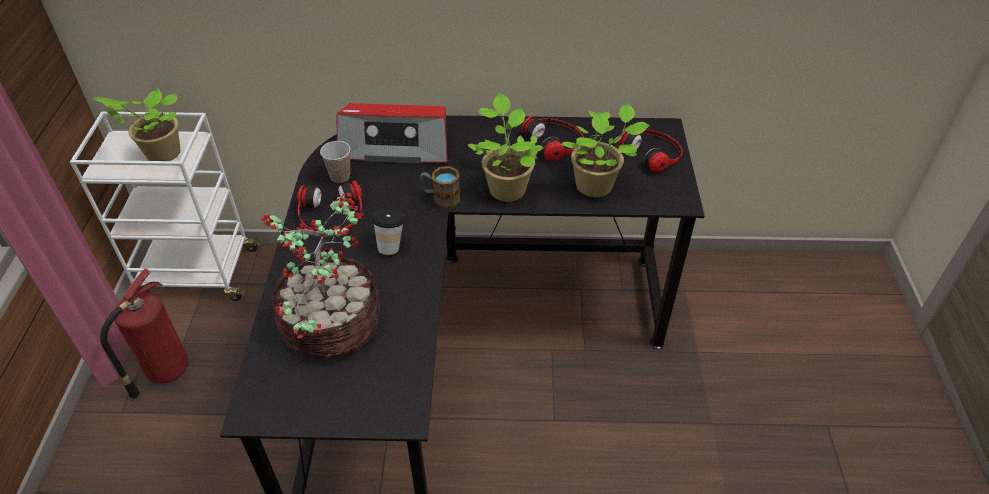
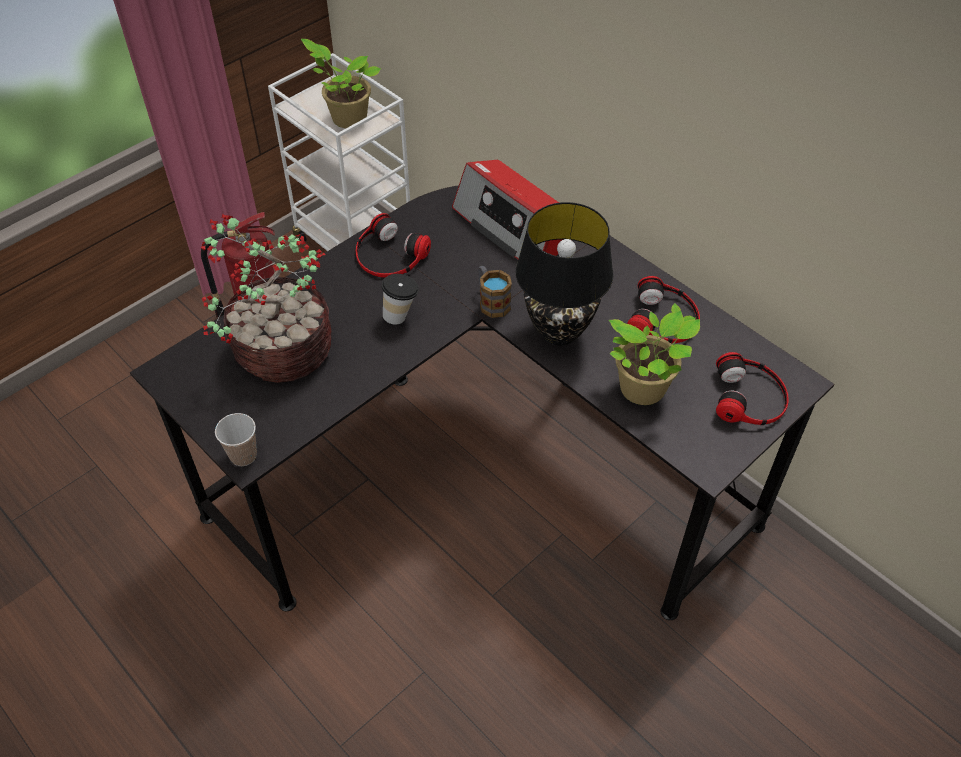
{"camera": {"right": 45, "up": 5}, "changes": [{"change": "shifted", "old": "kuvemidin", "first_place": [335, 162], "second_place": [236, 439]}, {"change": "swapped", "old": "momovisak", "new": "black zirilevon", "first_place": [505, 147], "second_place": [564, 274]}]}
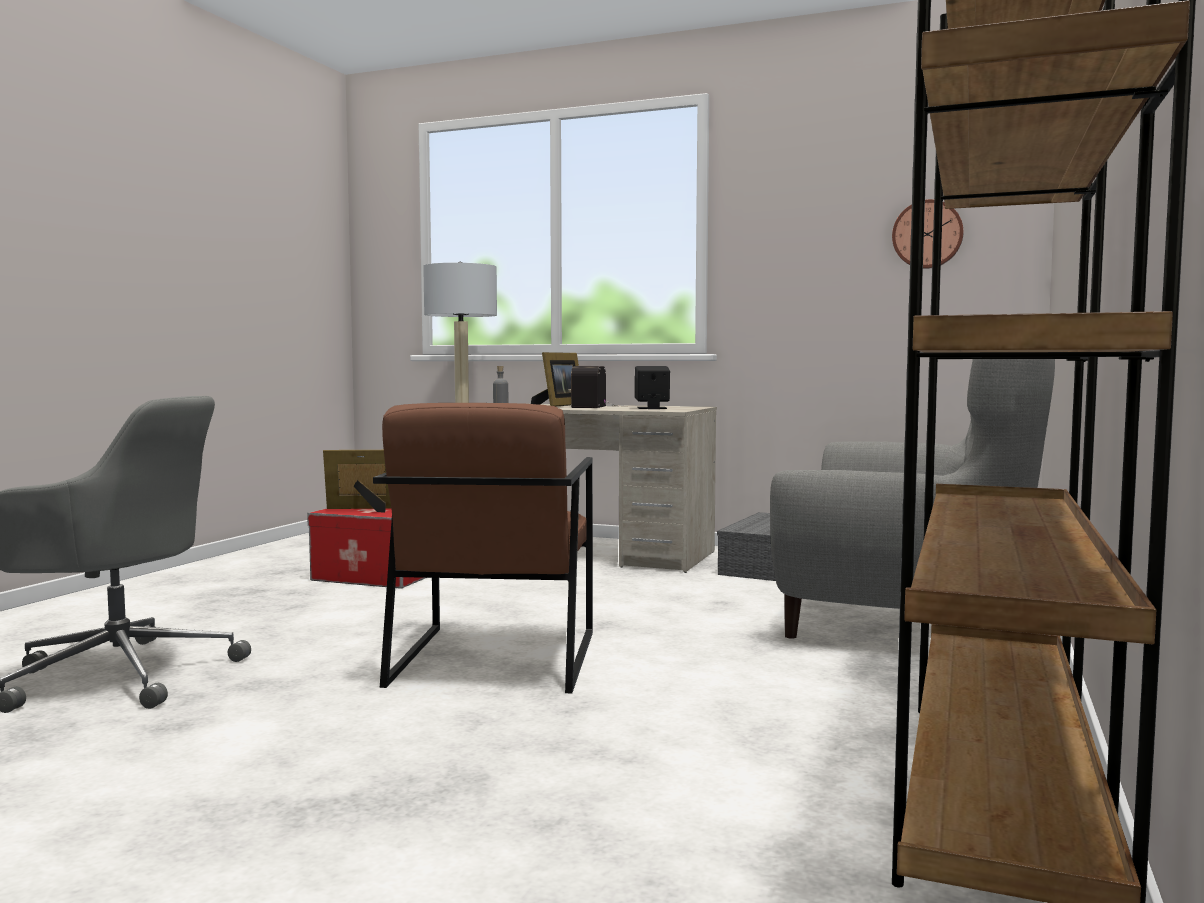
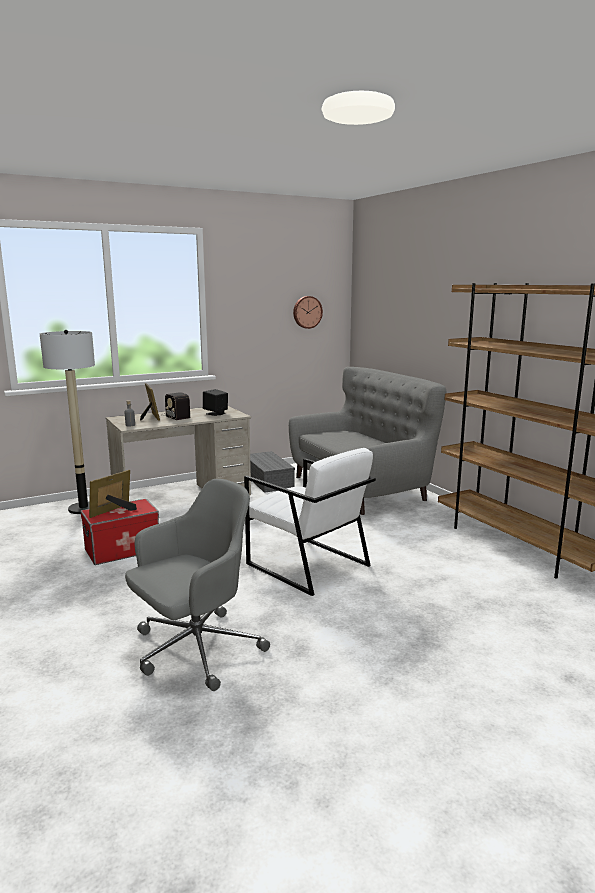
{"camera": {"right": -50, "up": 10}, "changes": [{"change": "repainted", "old": "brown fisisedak", "new": "white fisisedak", "first_place": [483, 548], "second_place": [310, 522]}]}
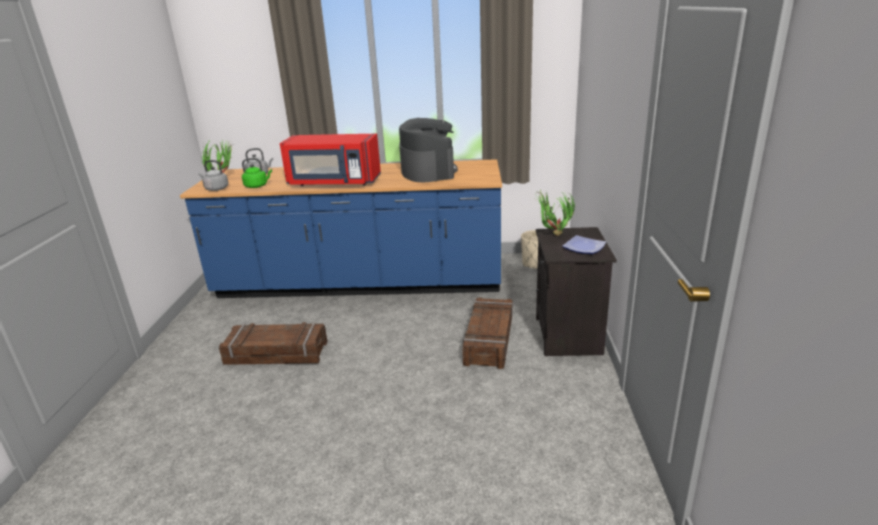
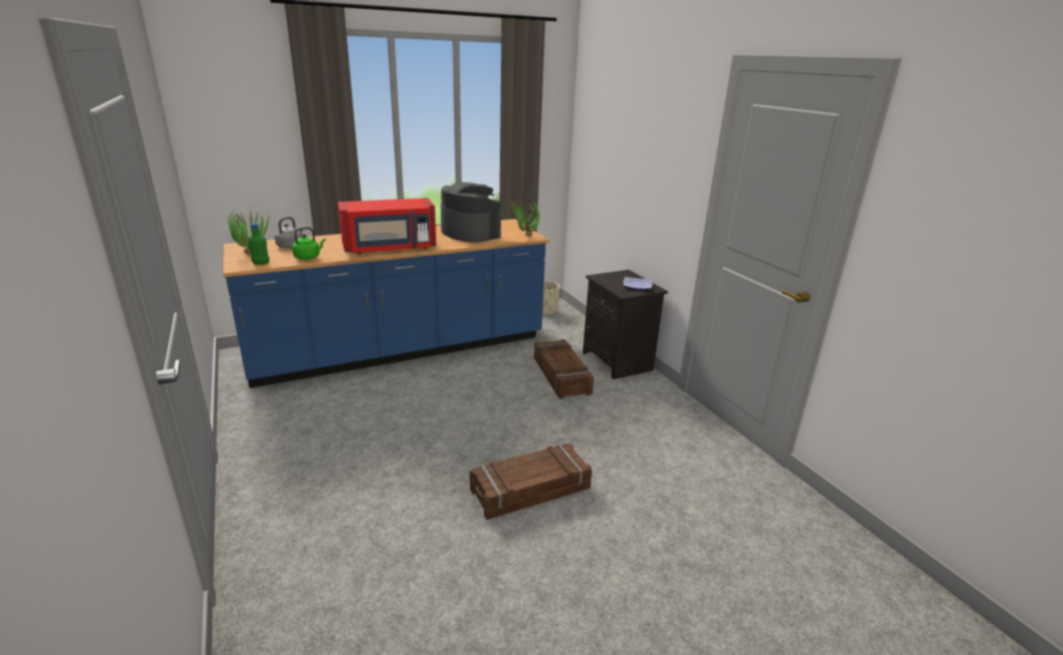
{"camera": {"right": -30, "up": 0}, "changes": [{"change": "shifted", "old": "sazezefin", "first_place": [273, 343], "second_place": [531, 481]}, {"change": "shifted", "old": "momovisak", "first_place": [555, 213], "second_place": [524, 218]}, {"change": "swapped", "old": "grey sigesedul", "new": "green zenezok", "first_place": [213, 175], "second_place": [258, 244]}]}
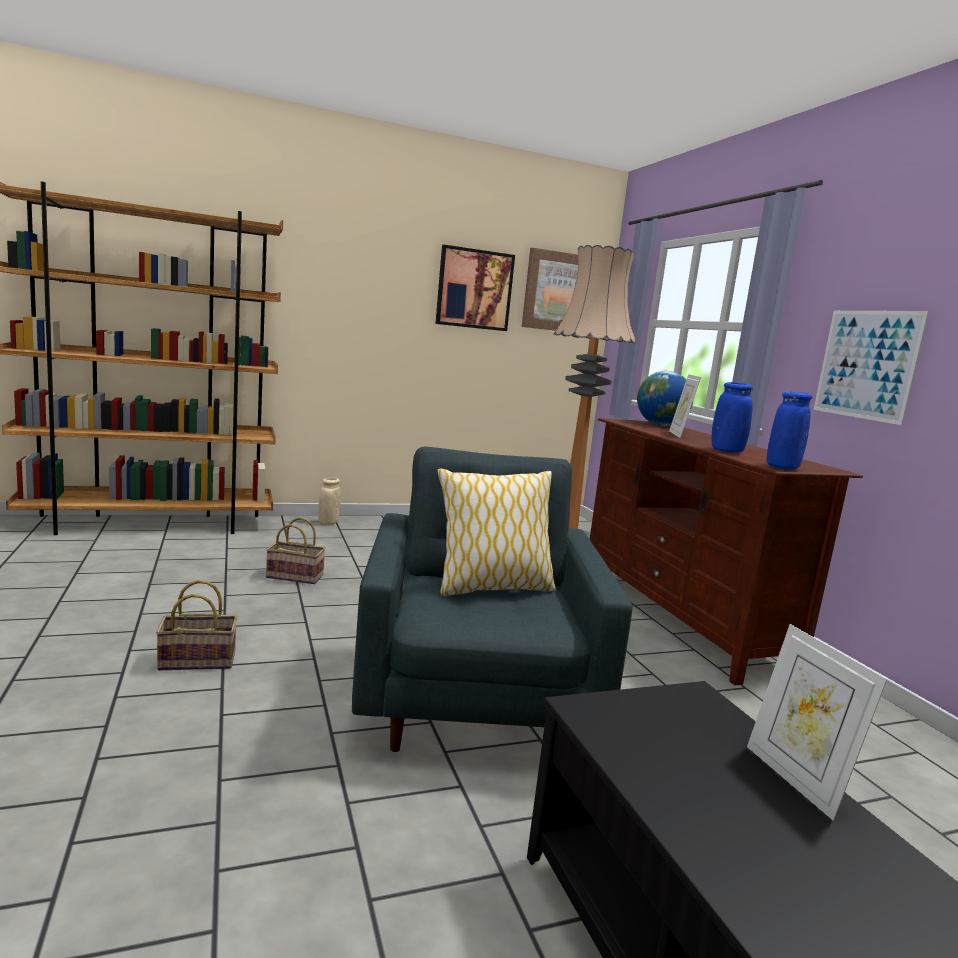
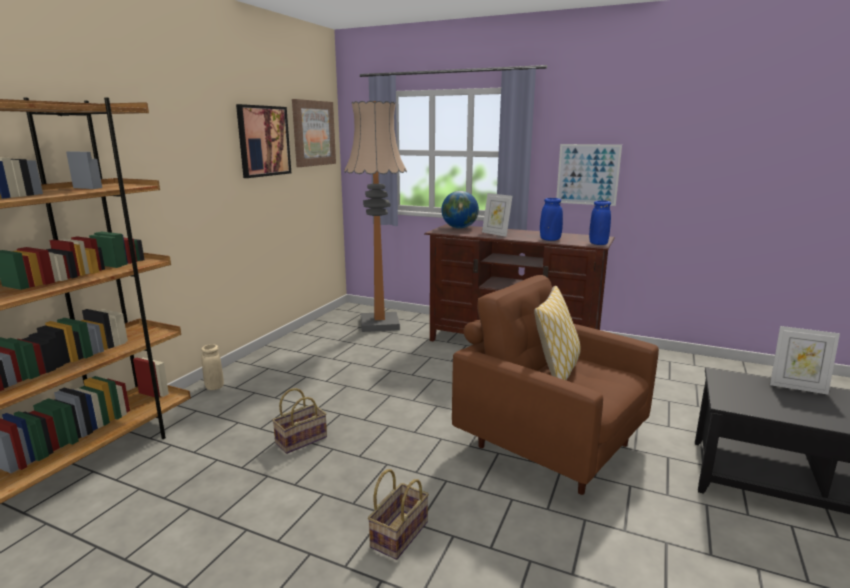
{"camera": {"right": -45, "up": 5}, "changes": [{"change": "repainted", "old": "grey fisisedak", "new": "brown fisisedak", "first_place": [492, 599], "second_place": [555, 385]}]}
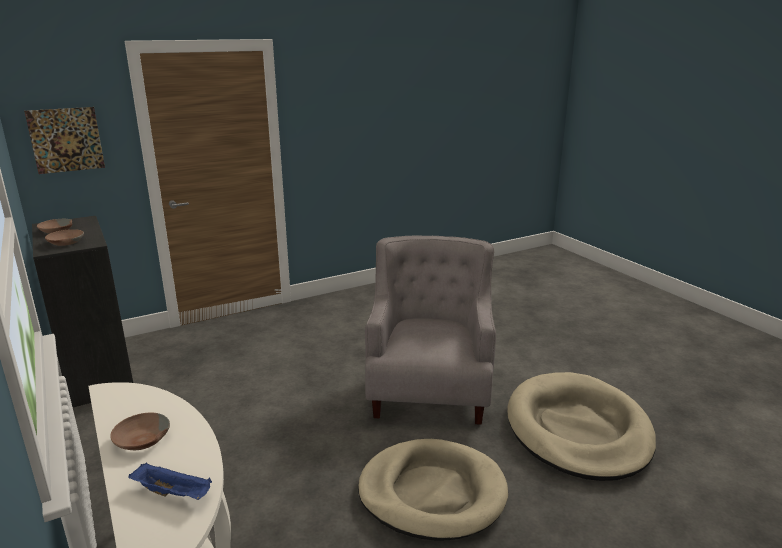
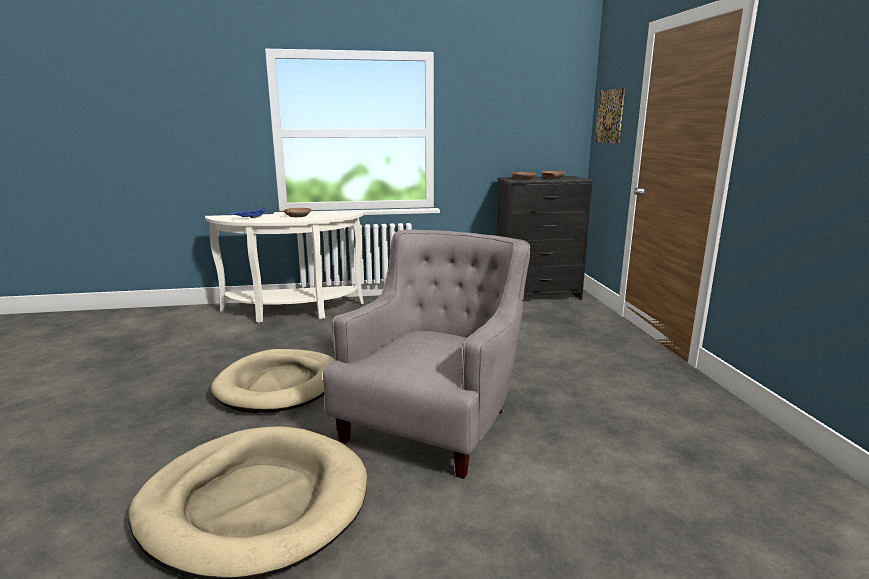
{"camera": {"right": 110, "up": -5}, "changes": [{"change": "rotated", "old": "grey fisisedak", "first_place": [430, 330], "second_place": [426, 354], "degrees": -90}]}
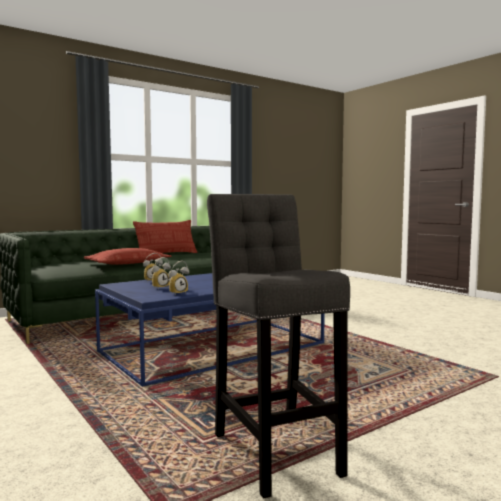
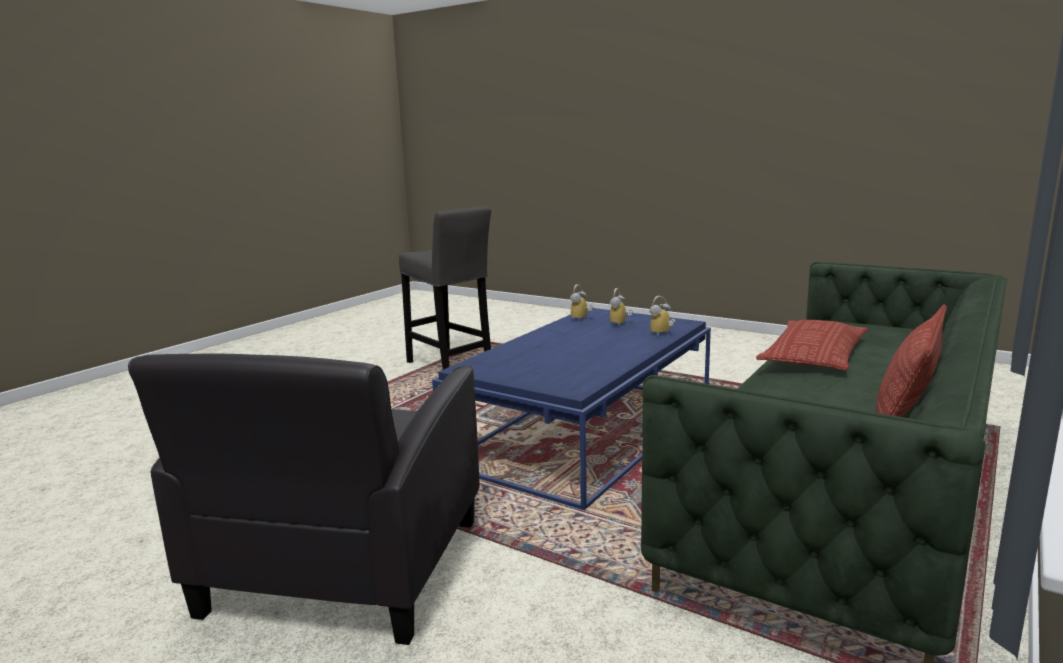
{"camera": {"right": 160, "up": 10}, "changes": [{"change": "new", "new": "black fisisedak", "second_place": [304, 499]}]}
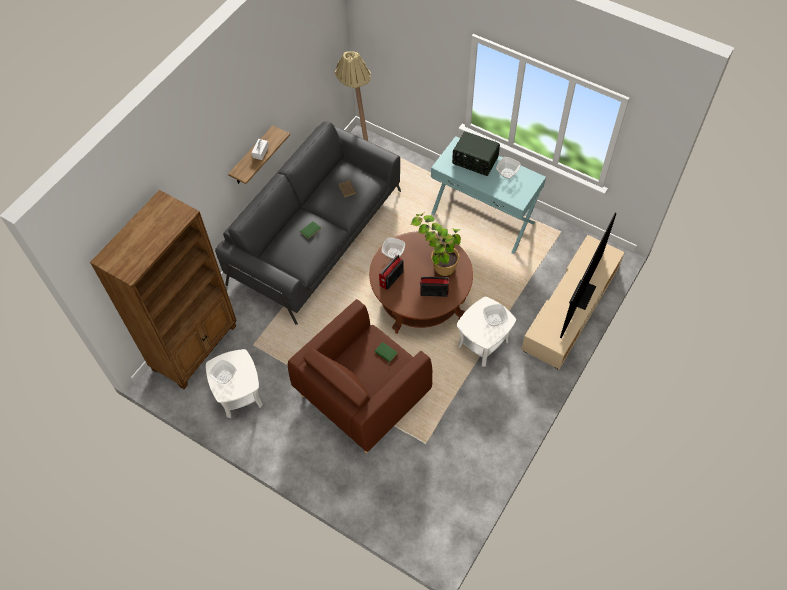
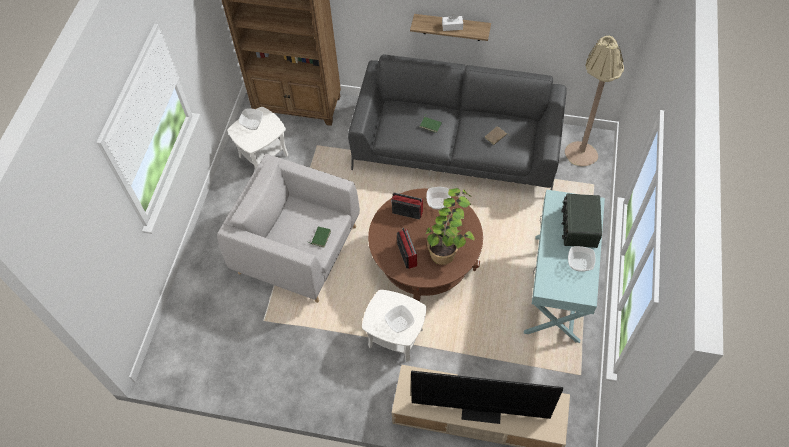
{"camera": {"right": 70, "up": 0}, "changes": [{"change": "repainted", "old": "brown fisisedak", "new": "grey fisisedak", "first_place": [360, 376], "second_place": [288, 228]}]}
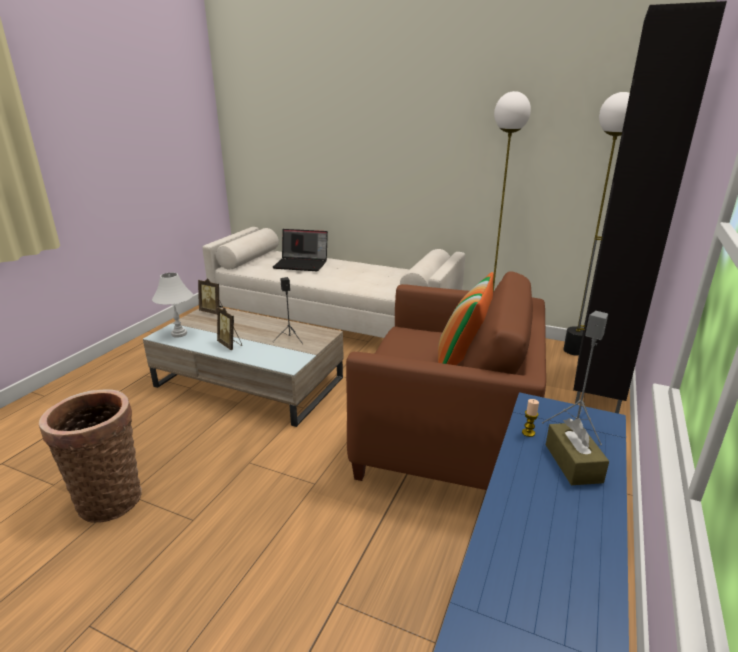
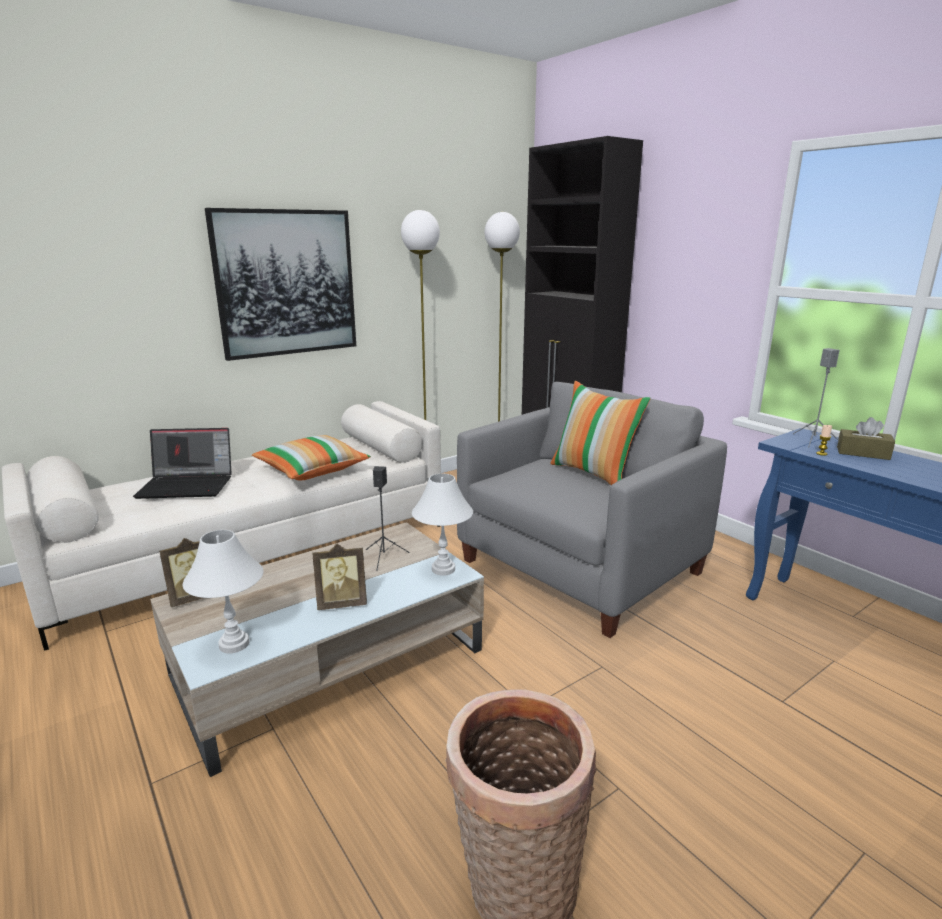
{"camera": {"right": -60, "up": -5}, "changes": [{"change": "new", "new": "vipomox", "second_place": [280, 284]}, {"change": "new", "new": "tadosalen", "second_place": [311, 457]}, {"change": "new", "new": "white zirilevon", "second_place": [442, 525]}, {"change": "repainted", "old": "brown fisisedak", "new": "grey fisisedak", "first_place": [446, 381], "second_place": [592, 510]}, {"change": "rotated", "old": "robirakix", "first_place": [300, 250], "second_place": [182, 463], "degrees": 45}]}
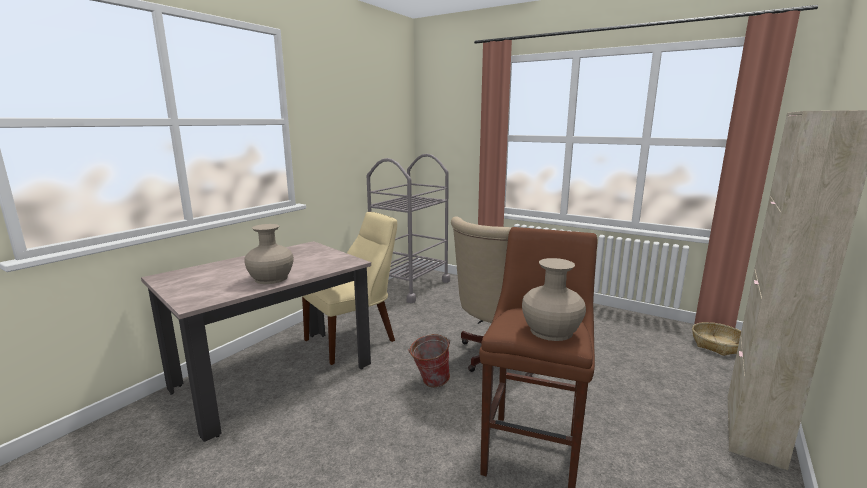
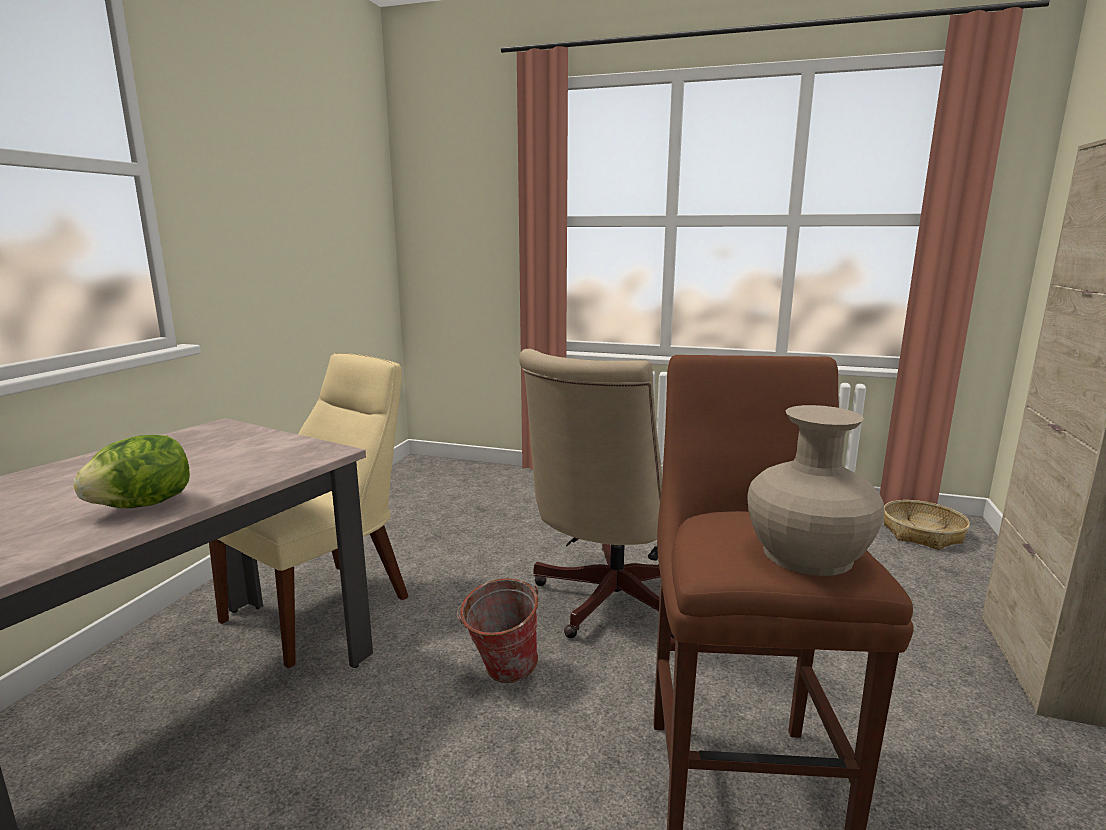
{"camera": {"right": -15, "up": 0}, "changes": [{"change": "gone", "old": "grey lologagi", "first_place": [408, 228]}, {"change": "swapped", "old": "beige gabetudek", "new": "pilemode", "first_place": [269, 254], "second_place": [131, 471]}]}
